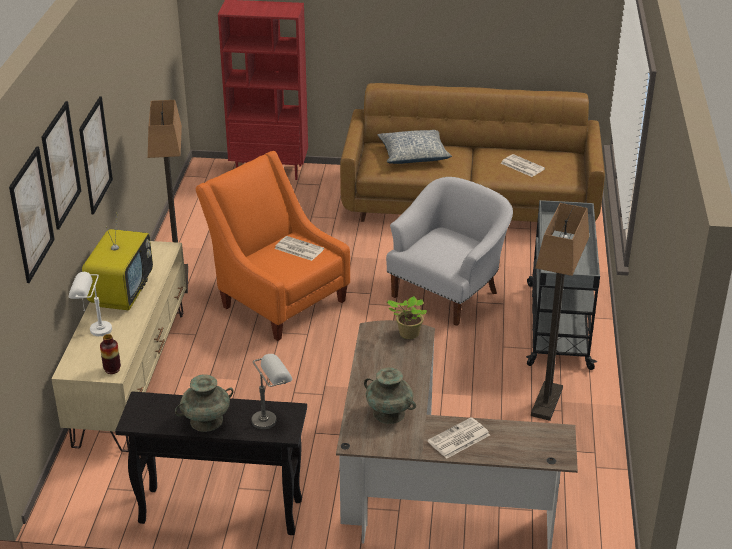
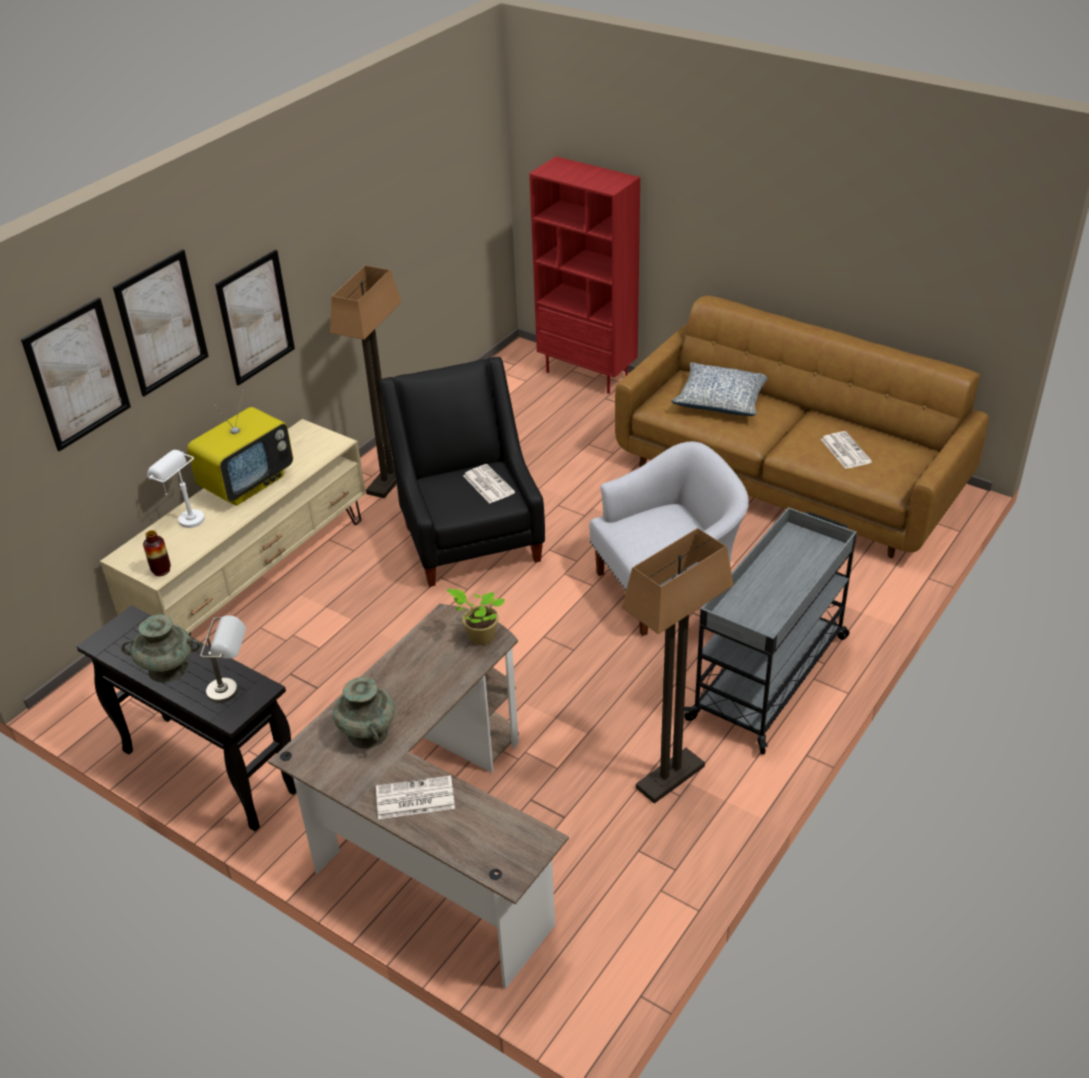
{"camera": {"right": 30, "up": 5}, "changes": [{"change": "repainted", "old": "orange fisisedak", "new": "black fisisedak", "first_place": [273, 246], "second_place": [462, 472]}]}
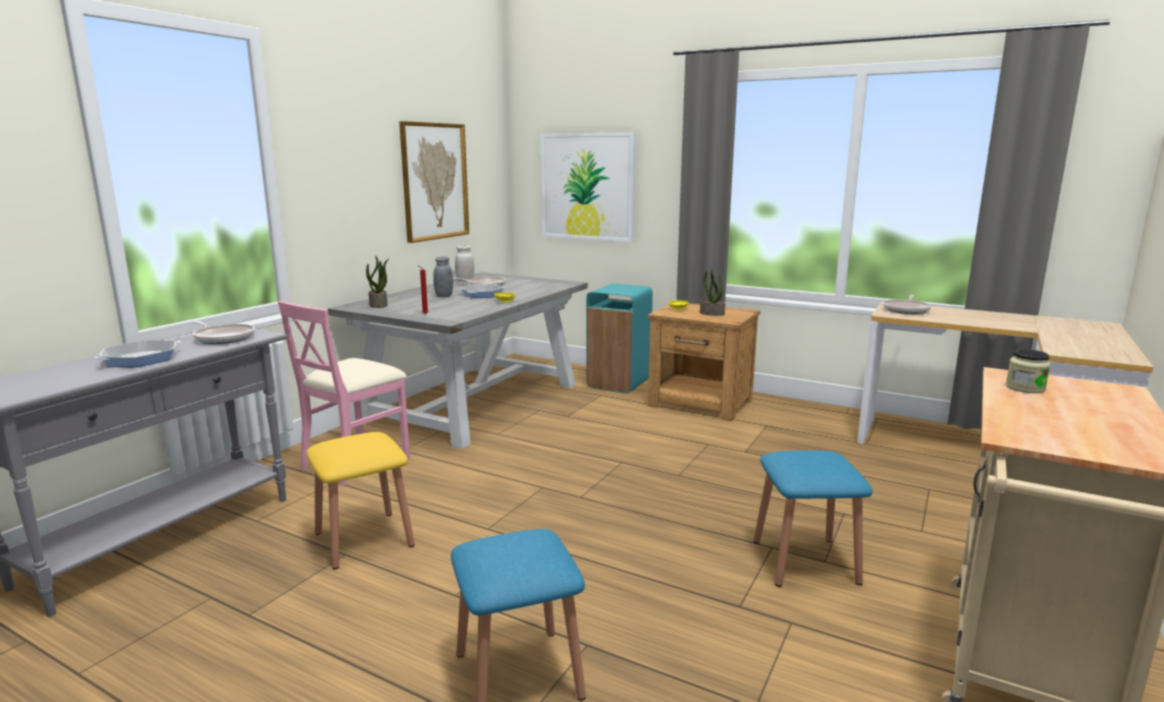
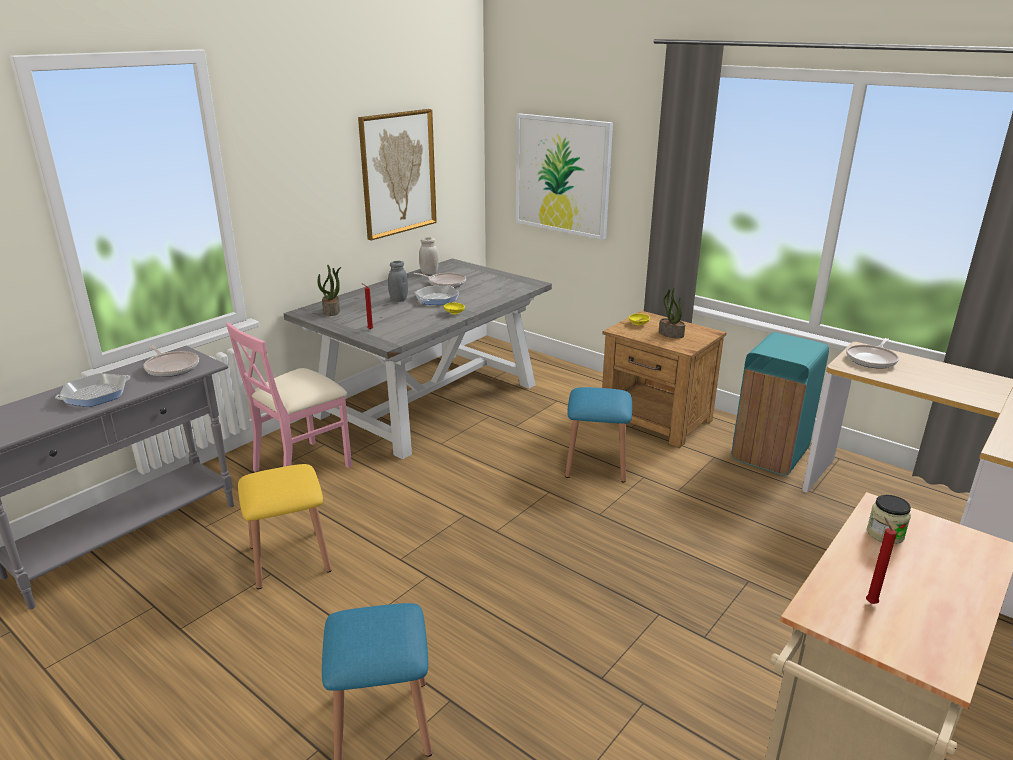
{"camera": {"right": 10, "up": 10}, "changes": [{"change": "new", "new": "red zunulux", "second_place": [881, 560]}, {"change": "shifted", "old": "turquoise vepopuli", "first_place": [619, 339], "second_place": [780, 404]}, {"change": "shifted", "old": "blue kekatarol", "first_place": [813, 519], "second_place": [598, 434]}]}
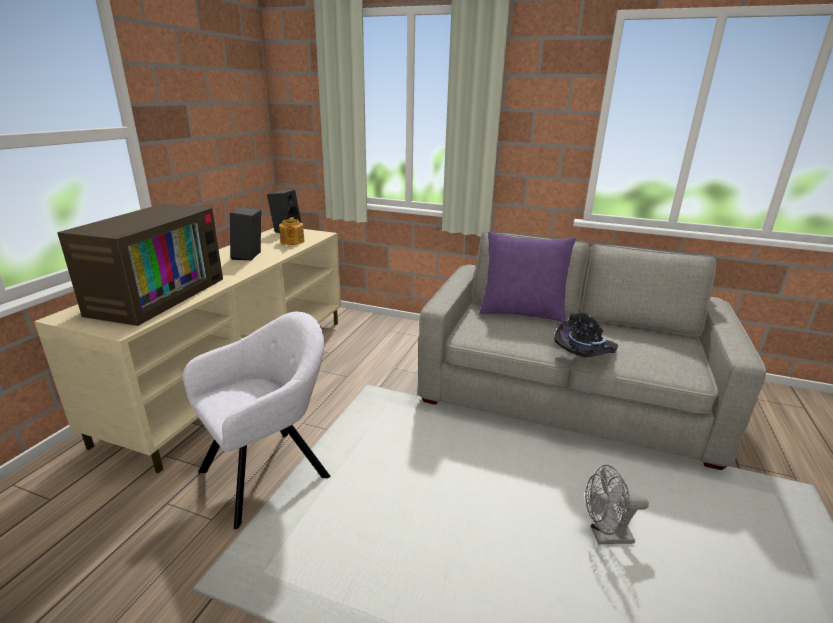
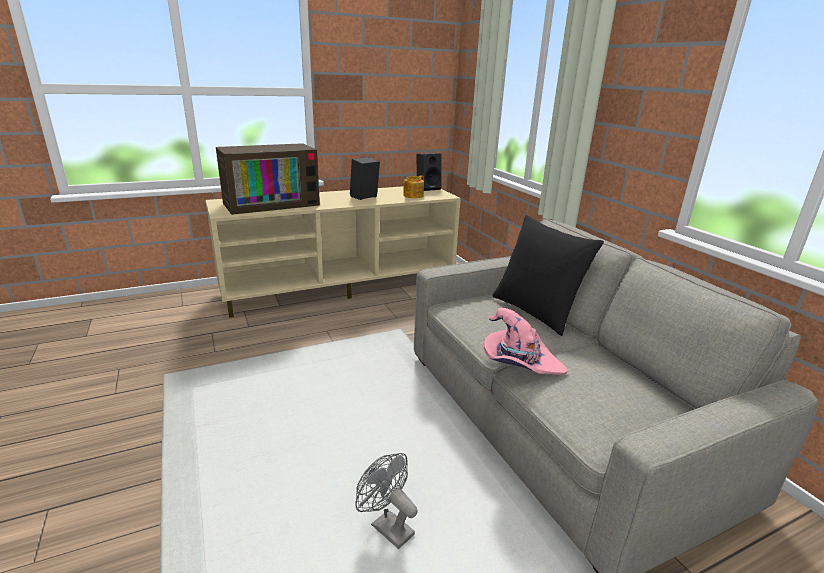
{"camera": {"right": 45, "up": 0}, "changes": [{"change": "gone", "old": "grey fisisedak", "first_place": [256, 420]}, {"change": "repainted", "old": "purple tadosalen", "new": "black tadosalen", "first_place": [527, 277], "second_place": [548, 275]}, {"change": "repainted", "old": "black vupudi", "new": "pink vupudi", "first_place": [586, 334], "second_place": [526, 341]}]}
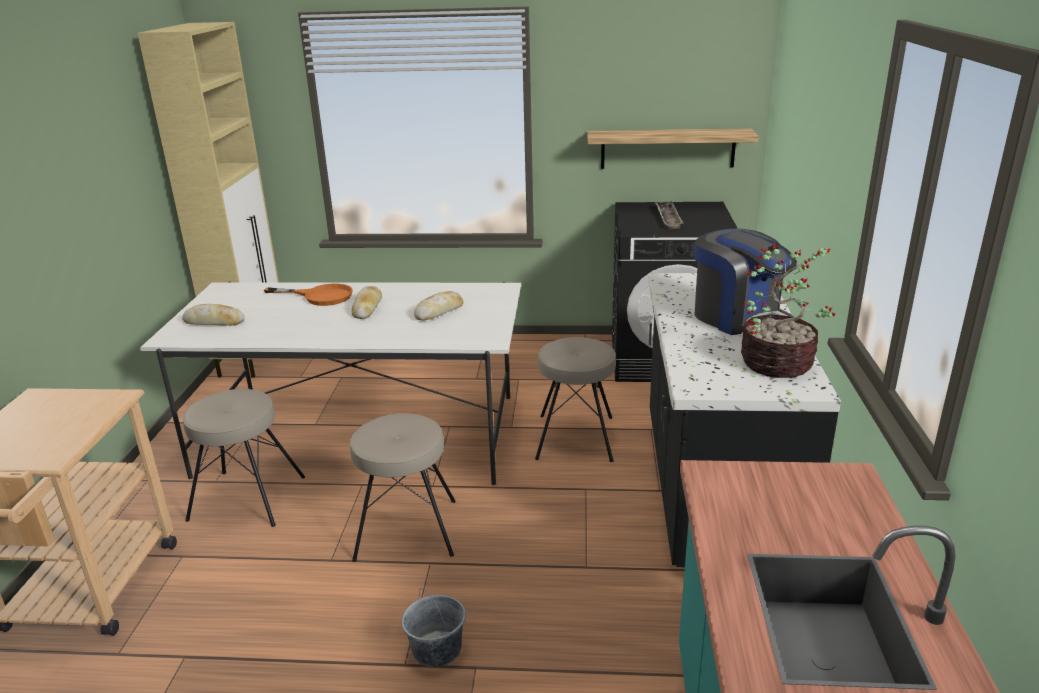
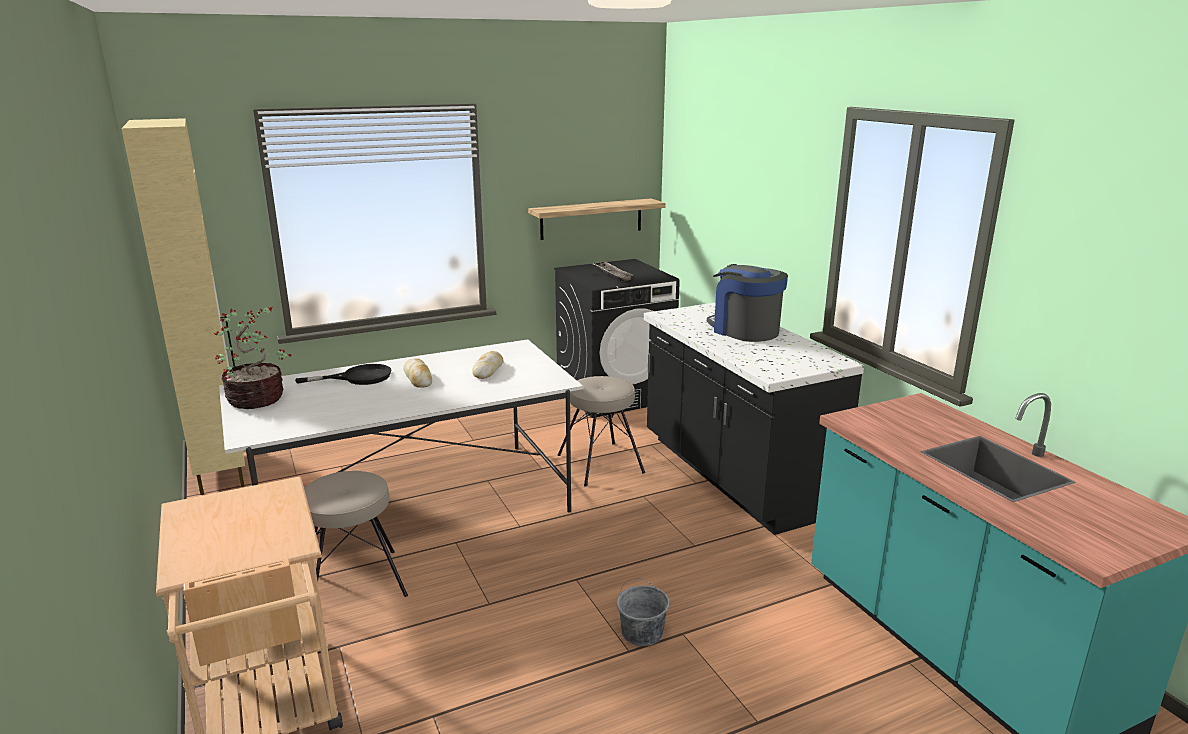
{"camera": {"right": -30, "up": -5}, "changes": [{"change": "gone", "old": "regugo", "first_place": [213, 315]}, {"change": "gone", "old": "beige kekatarol", "first_place": [403, 487]}, {"change": "shifted", "old": "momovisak", "first_place": [788, 310], "second_place": [252, 358]}, {"change": "repainted", "old": "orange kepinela", "new": "black kepinela", "first_place": [308, 295], "second_place": [343, 374]}, {"change": "rotated", "old": "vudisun", "first_place": [745, 281], "second_place": [747, 303], "degrees": -150}]}
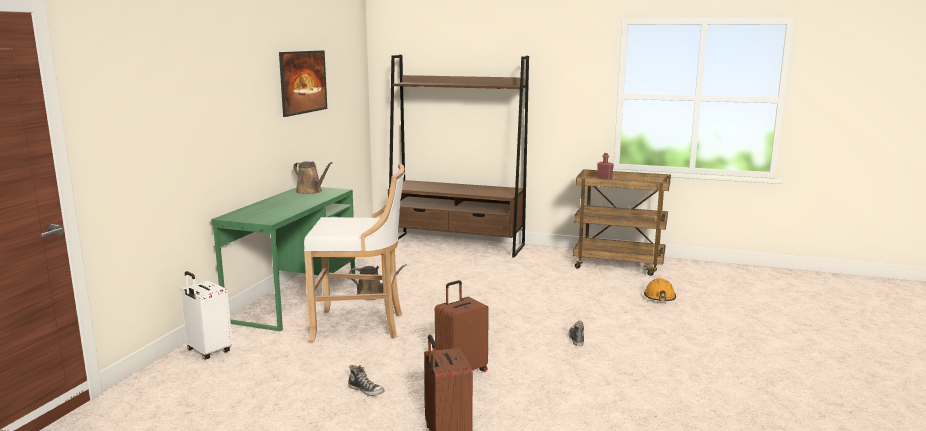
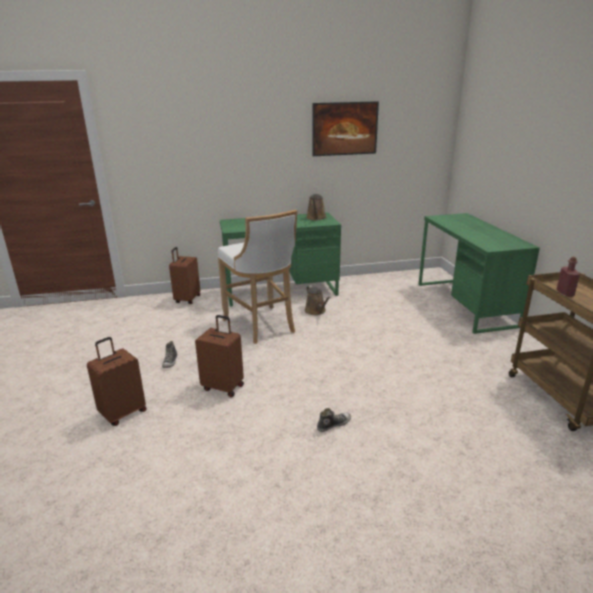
{"camera": {"right": 60, "up": 10}, "changes": [{"change": "gone", "old": "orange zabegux", "first_place": [660, 289]}, {"change": "swapped", "old": "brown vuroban", "new": "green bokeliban", "first_place": [458, 156], "second_place": [479, 273]}, {"change": "repainted", "old": "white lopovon", "new": "brown lopovon", "first_place": [206, 315], "second_place": [184, 275]}]}
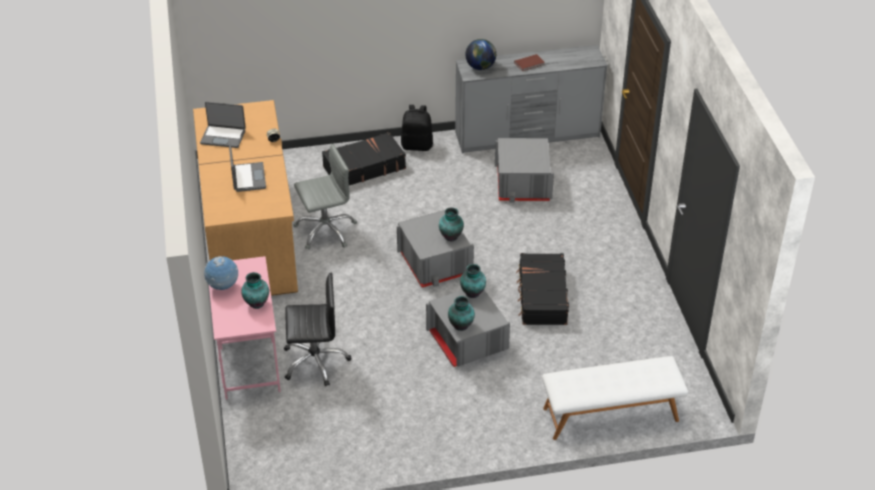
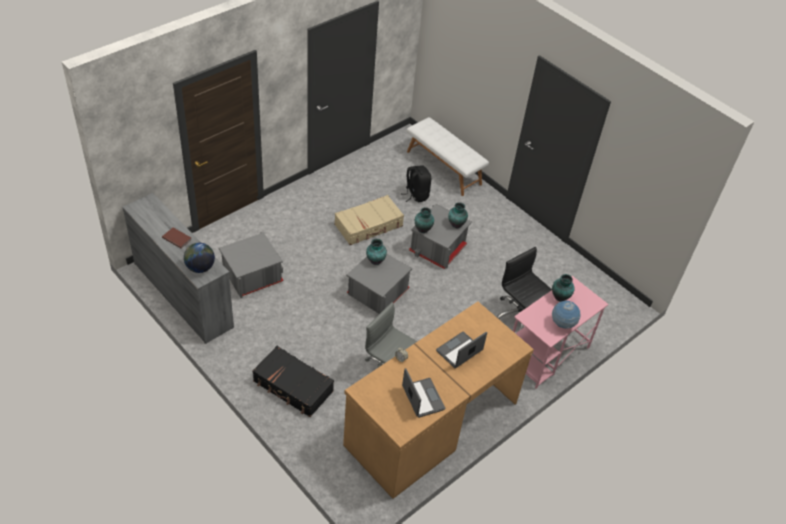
{"camera": {"right": -125, "up": 5}, "changes": [{"change": "shifted", "old": "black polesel", "first_place": [417, 128], "second_place": [418, 184]}, {"change": "repainted", "old": "black lopovon", "new": "beige lopovon", "first_place": [542, 289], "second_place": [369, 220]}]}
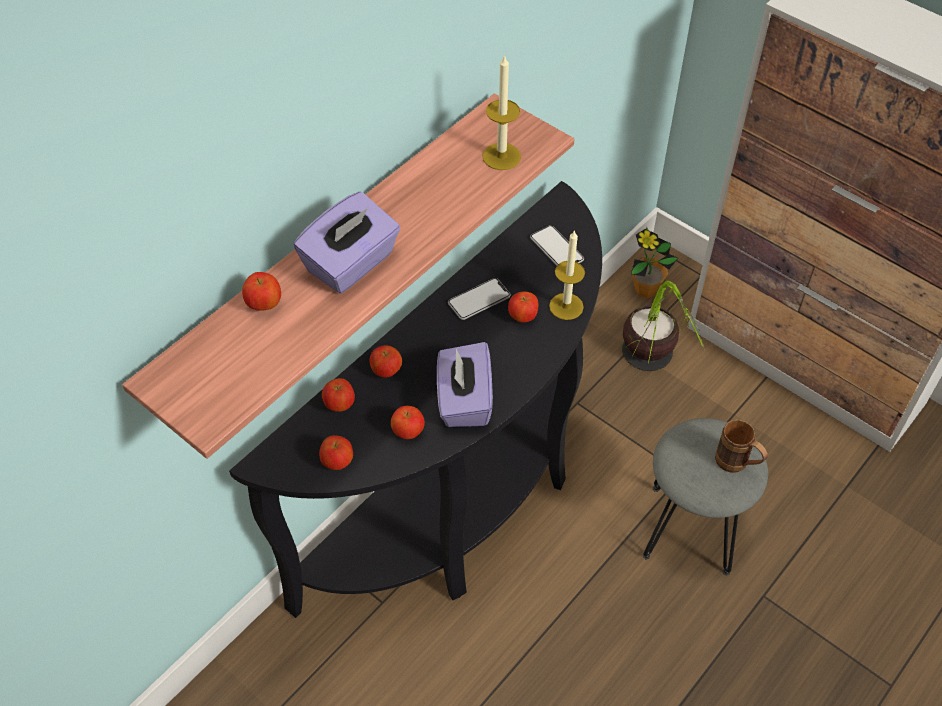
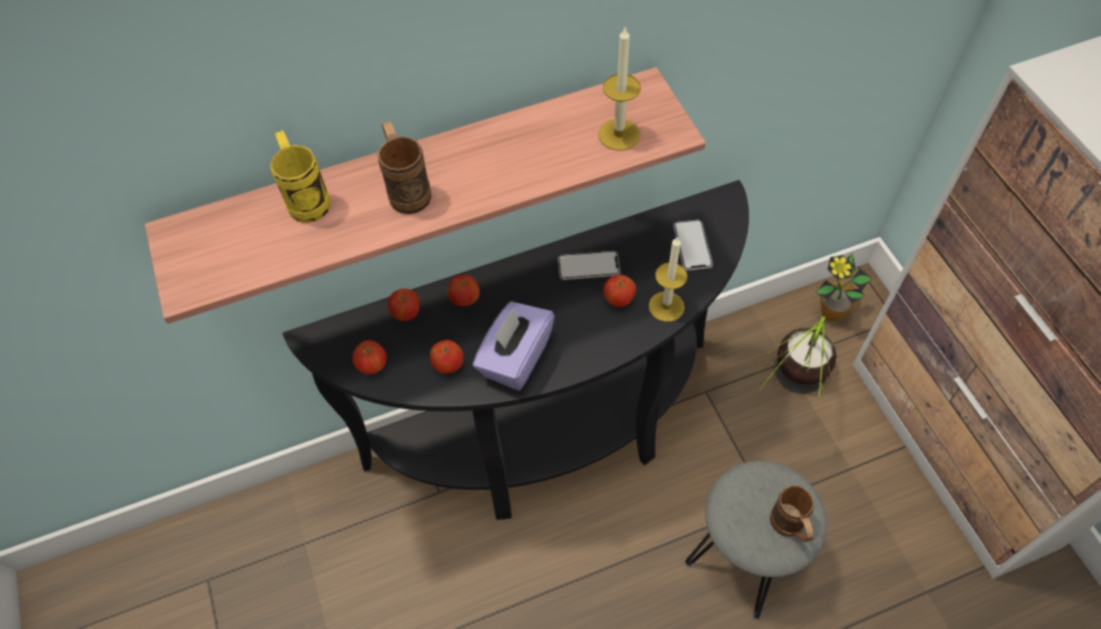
{"camera": {"right": 30, "up": 5}, "changes": [{"change": "swapped", "old": "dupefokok", "new": "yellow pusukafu", "first_place": [261, 291], "second_place": [300, 176]}, {"change": "swapped", "old": "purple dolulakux", "new": "brown pusukafu", "first_place": [346, 242], "second_place": [404, 167]}]}
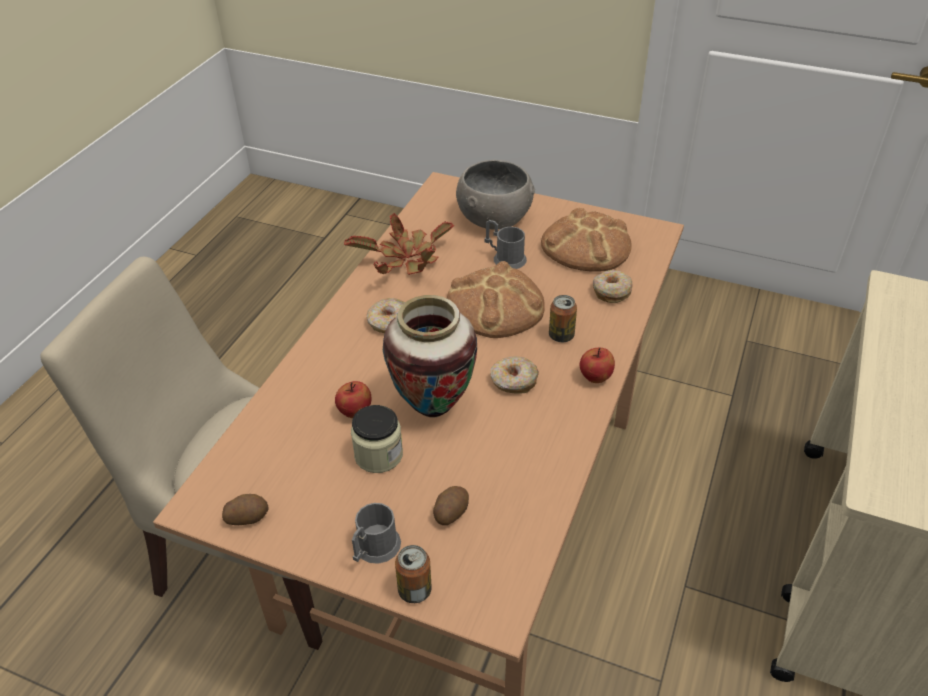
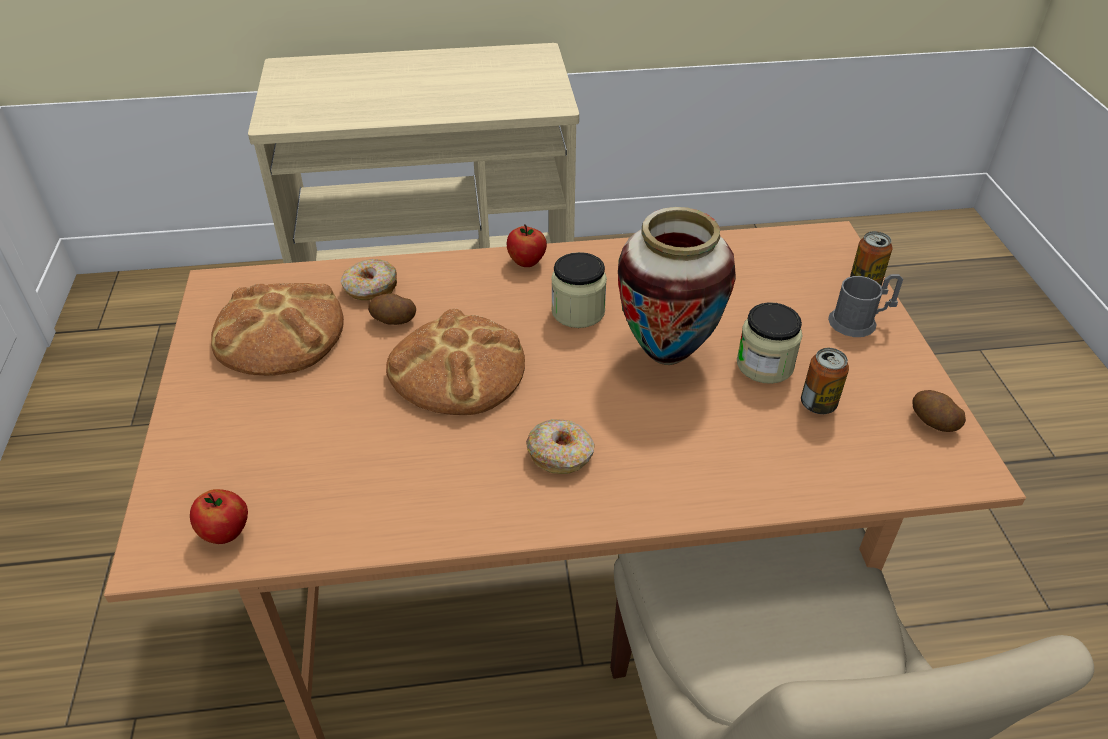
{"camera": {"right": -120, "up": 0}, "changes": [{"change": "gone", "old": "momovisak", "first_place": [399, 244]}, {"change": "gone", "old": "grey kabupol", "first_place": [495, 195]}, {"change": "gone", "old": "grey pusukafu", "first_place": [506, 244]}, {"change": "shifted", "old": "dupefokok", "first_place": [353, 399], "second_place": [219, 516]}, {"change": "shifted", "old": "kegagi", "first_place": [451, 505], "second_place": [392, 309]}, {"change": "shifted", "old": "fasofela", "first_place": [563, 318], "second_place": [825, 381]}, {"change": "swapped", "old": "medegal", "new": "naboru", "first_place": [514, 375], "second_place": [579, 290]}]}
